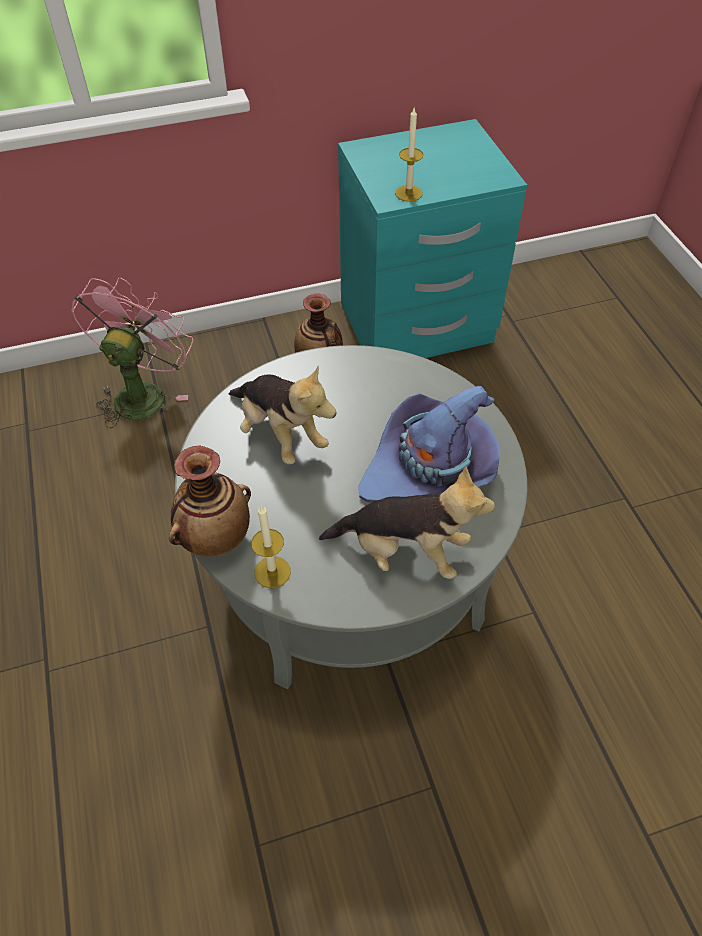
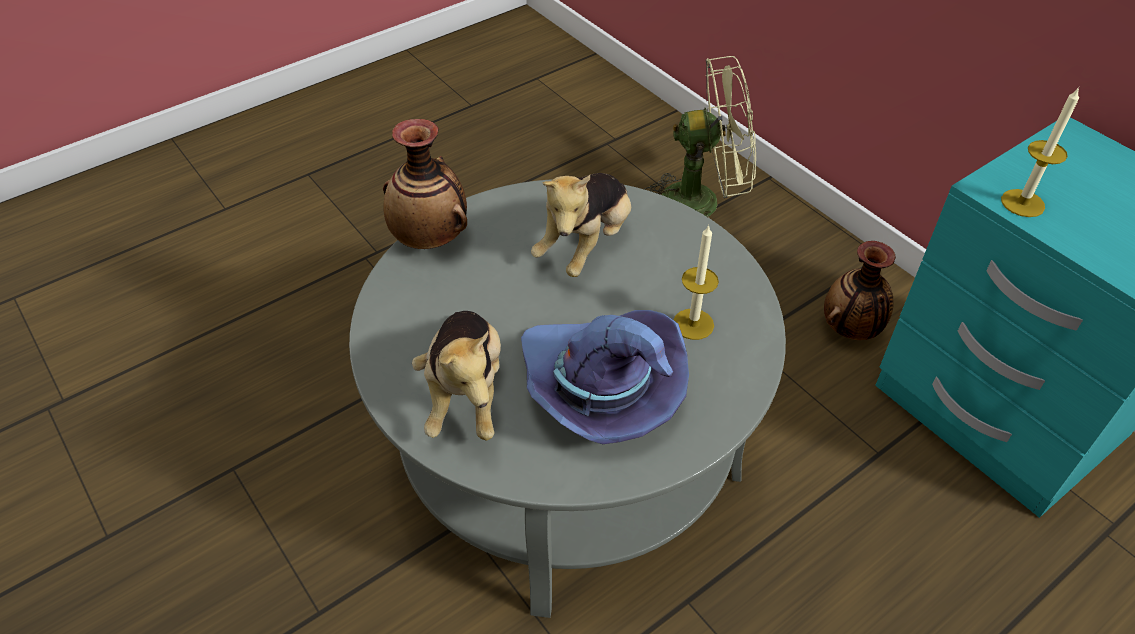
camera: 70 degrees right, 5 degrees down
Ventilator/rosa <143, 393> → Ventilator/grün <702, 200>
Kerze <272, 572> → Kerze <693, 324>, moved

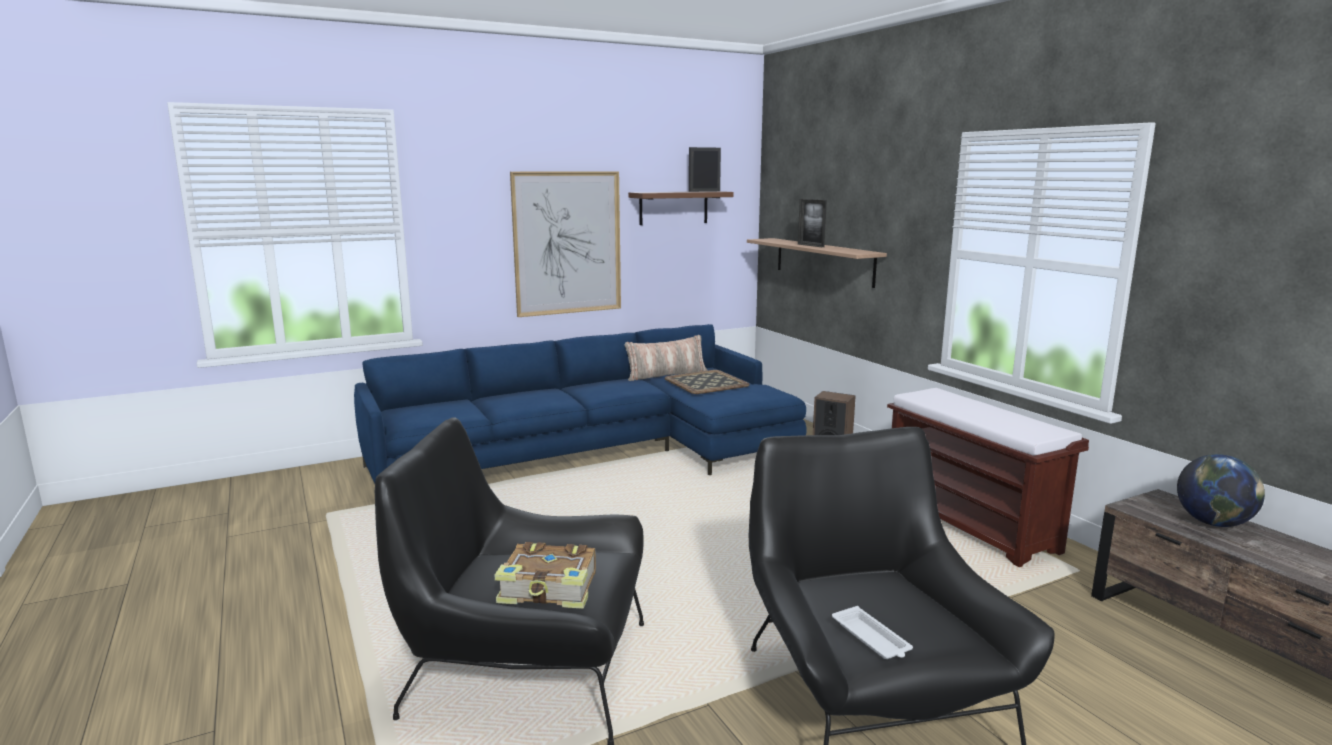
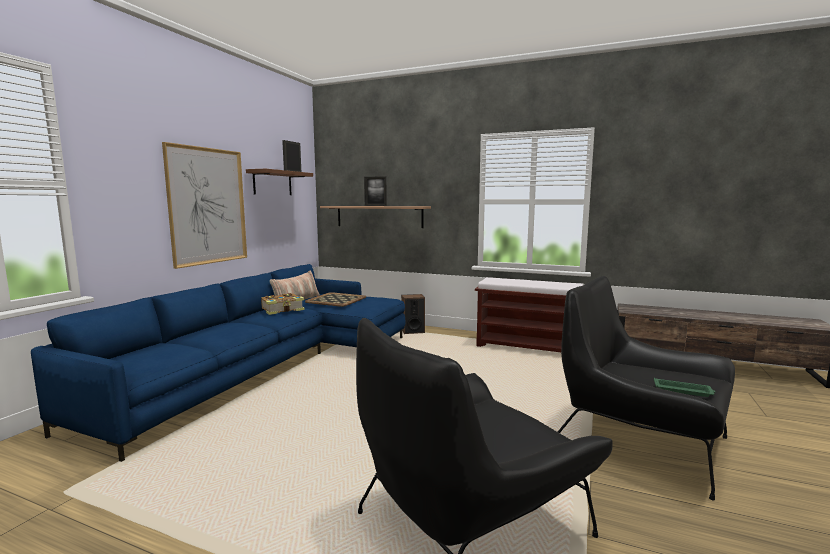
camera: 40 degrees left, 5 degrees down
Globus <1213, 523> → -
Buch <550, 589> → Buch <283, 310>, moved
Tablett/weiß <871, 638> → Tablett/grün <683, 391>

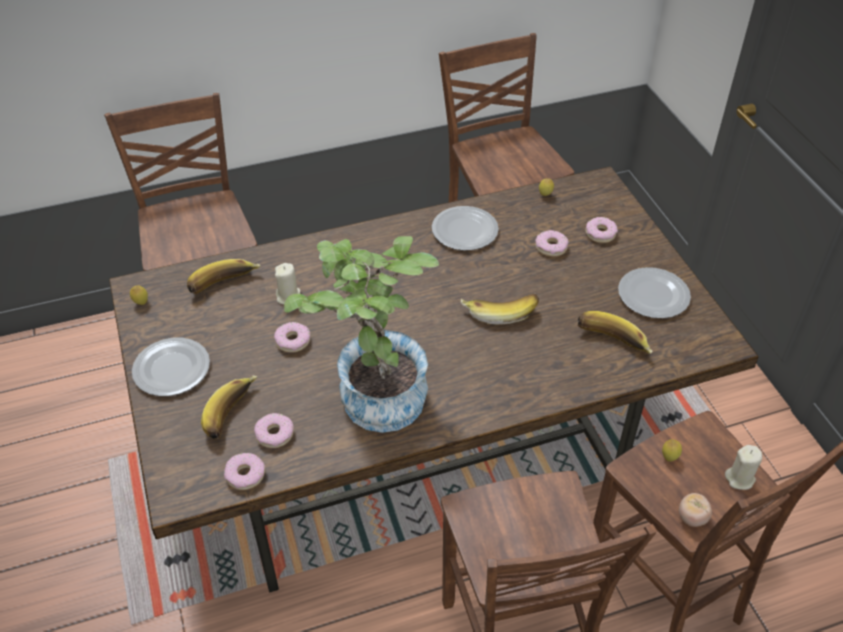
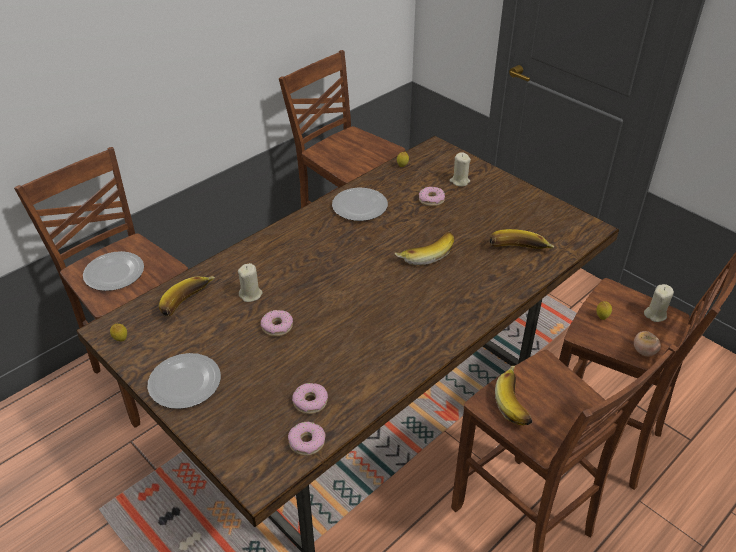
camera: 25 degrees left, 5 degrees down
Donut <600, 234> → Kerze/beige <459, 181>
Topfpflanze <373, 393> → -
Teller <654, 295> → Teller <115, 273>, moved
Banane <233, 415> → Banane <517, 403>, moved

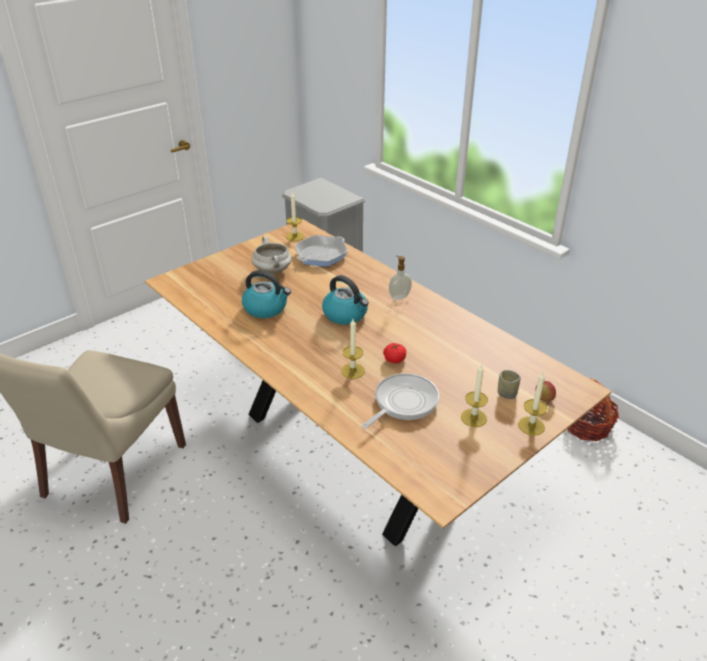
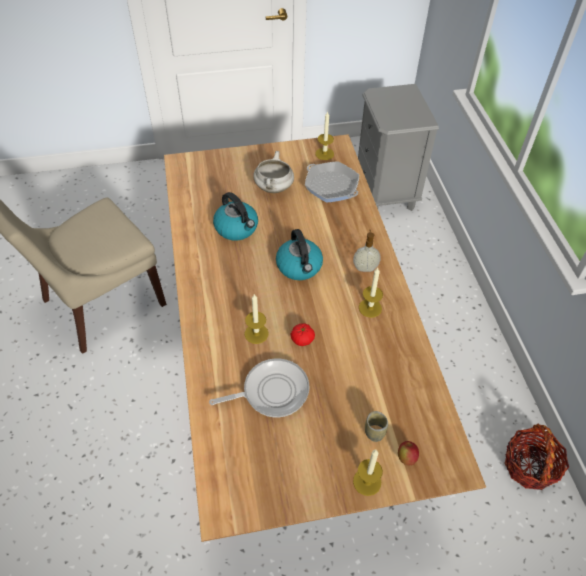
camera: 30 degrees right, 15 degrees up
Pfanne <321, 255> → Pfanne <331, 186>, 120 degrees counterclockwise
Kerze <473, 418> → Kerze <370, 308>, moved

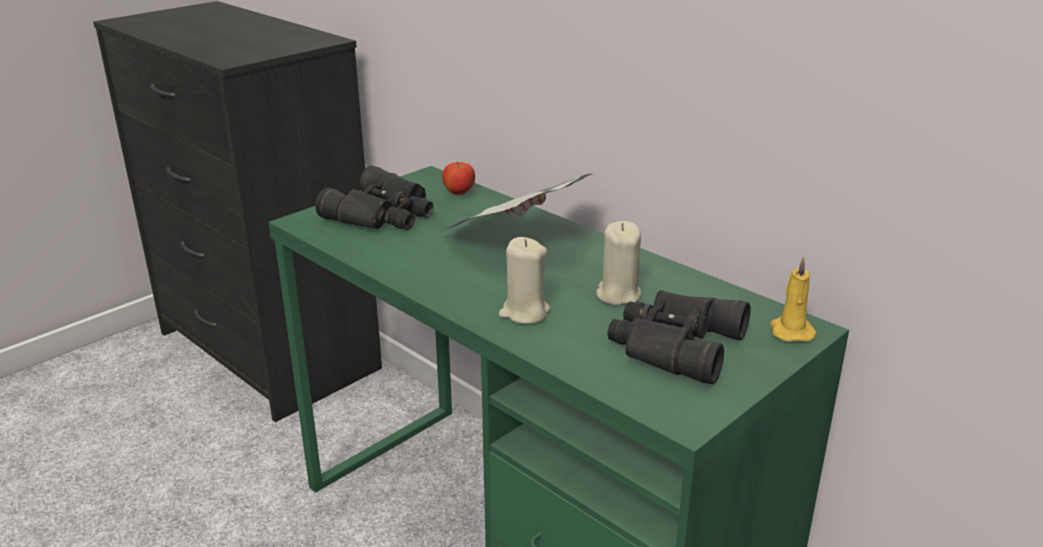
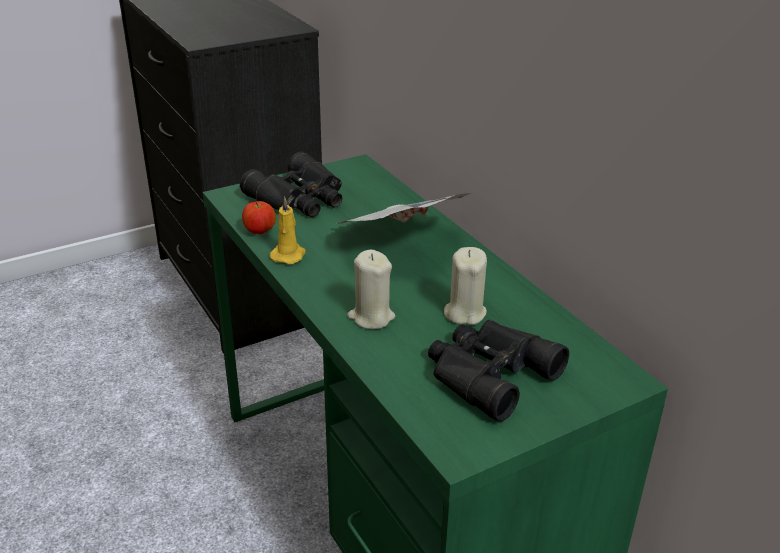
camera: 15 degrees right, 5 degrees up
Apfel <459, 193> → Apfel <260, 232>, moved
Kerze/gelb <790, 331> → Kerze/gelb <289, 255>, moved

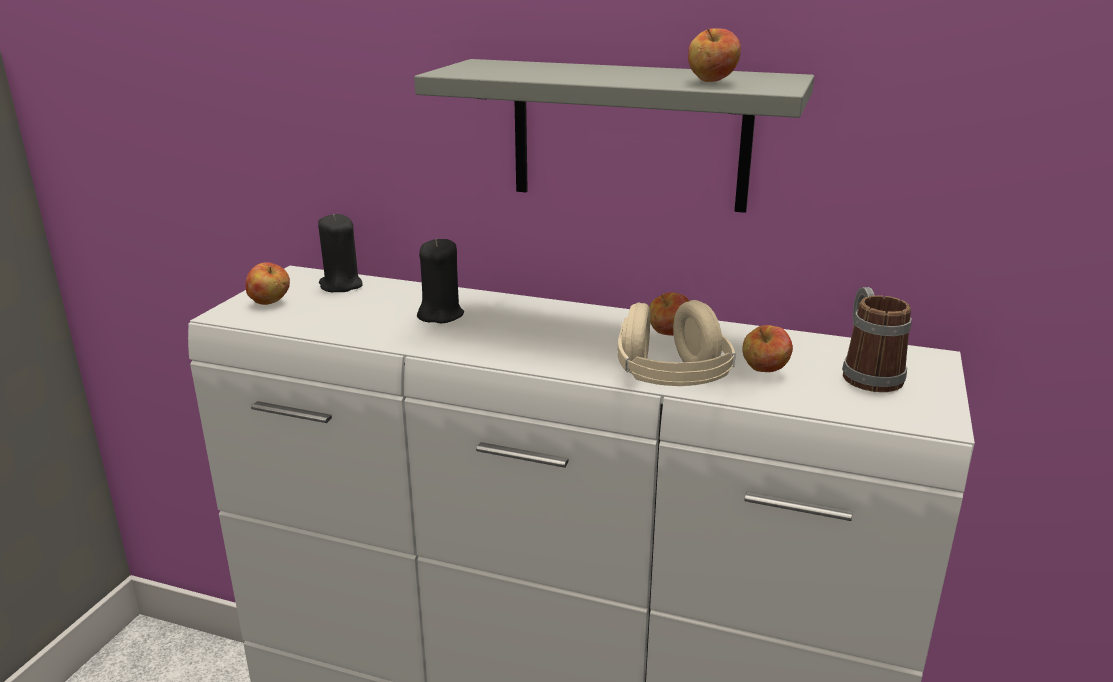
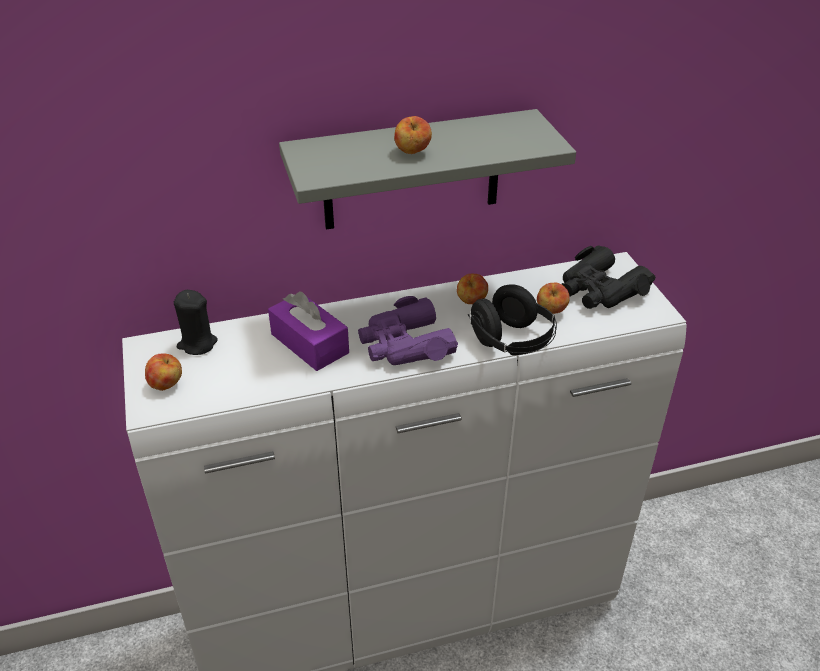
camera: 35 degrees left, 15 degrees up
Apfel <712, 82> → Apfel <412, 152>, moved
Kerze/schwarz <440, 315> → Taschentuchbox/lila <309, 343>
Henkelbecher <867, 373> → Fernglas/schwarz <600, 290>
Kopfhörer/beige <671, 381> → Kopfhörer/schwarz <512, 342>
- → Fernglas/lila <405, 345>

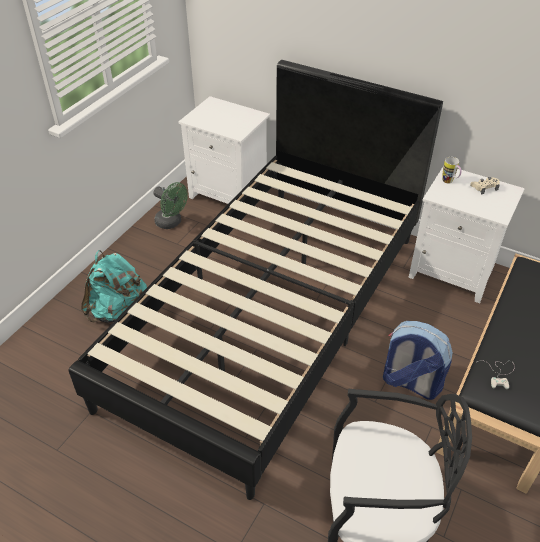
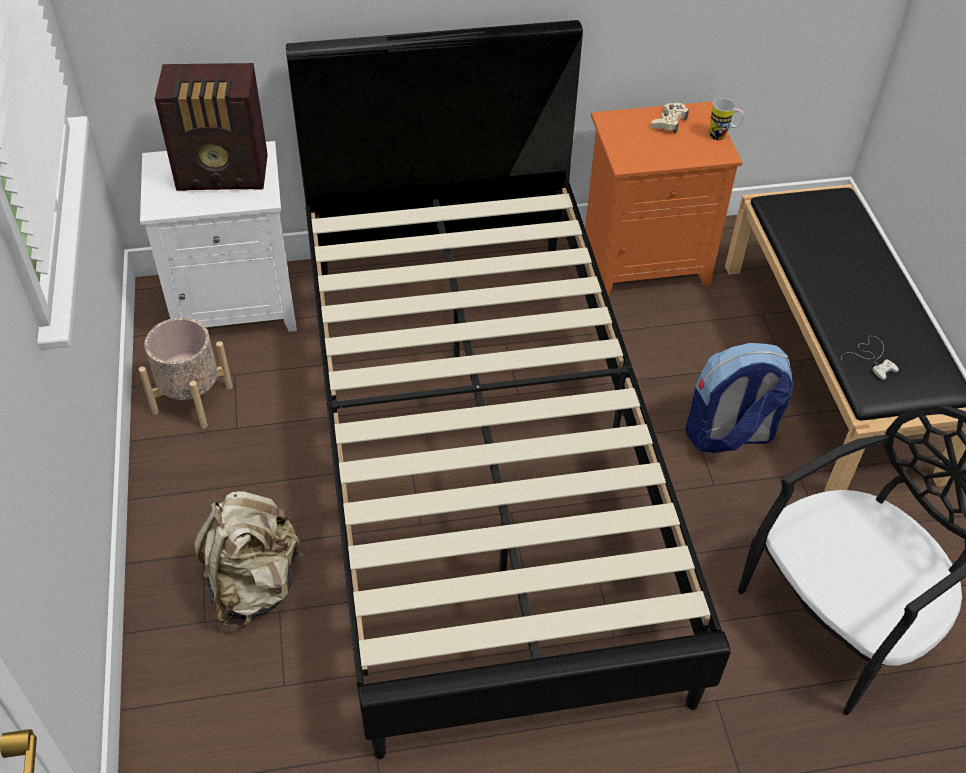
camera: 40 degrees left, 5 degrees up
Henkelbecher <449, 182> → Henkelbecher <723, 137>, moved
Nachttisch/weiß <454, 272> → Nachttisch/orange <646, 259>
Ventilator/grün <172, 223> → Pflanzkübel/beige <192, 399>
Rucksack/türkis <118, 310> → Rucksack/beige <254, 584>
- → Radio <224, 174>

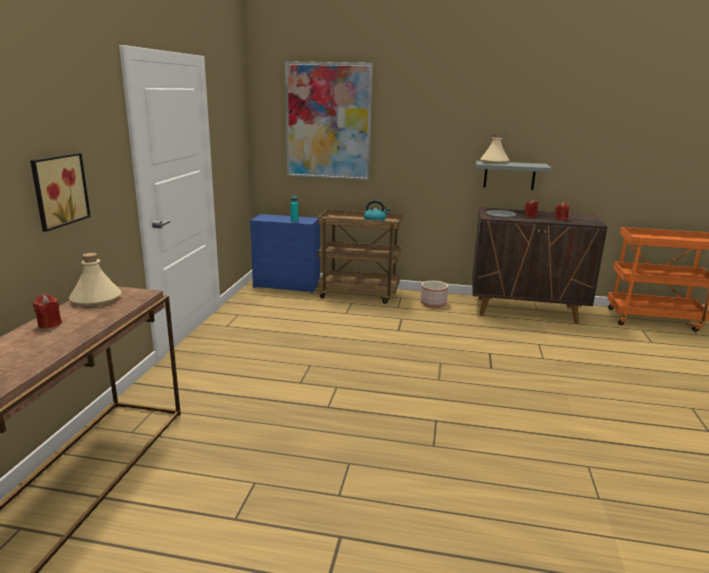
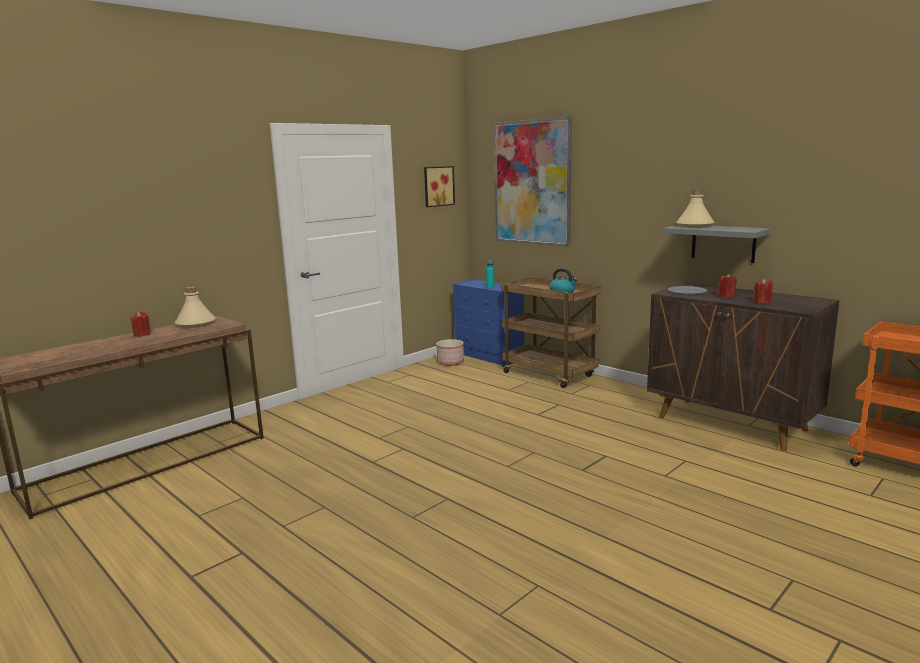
camera: 35 degrees right, 5 degrees down
Bild <58, 190> → Bild <438, 186>, moved
Pflanzkübel <433, 304> → Pflanzkübel <450, 363>, moved

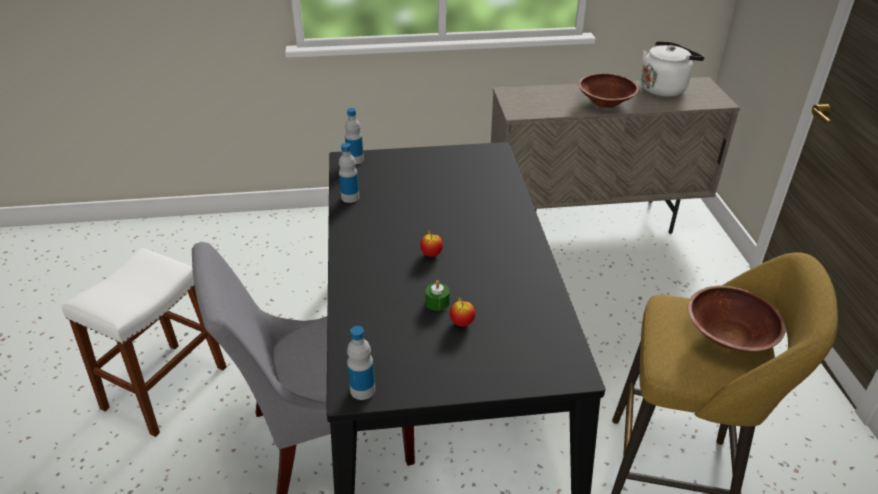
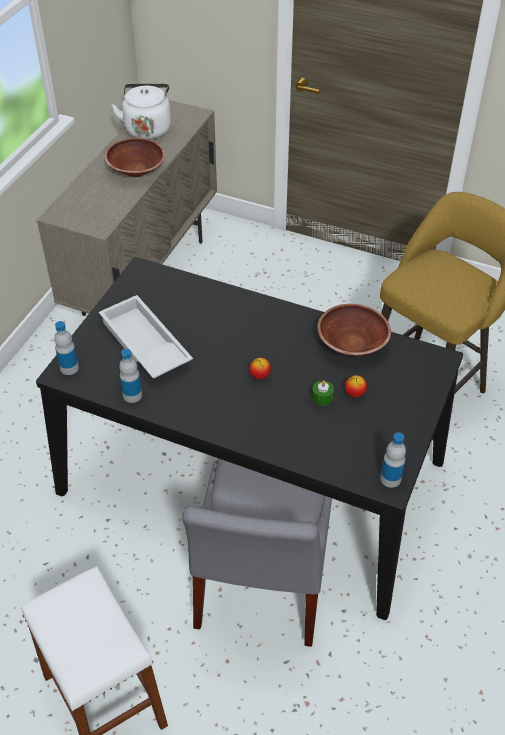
camera: 60 degrees left, 10 degrees up
Schüssel/braun <728, 336> → Schüssel/braun <351, 344>, moved
- → Tablett/weiß <143, 344>

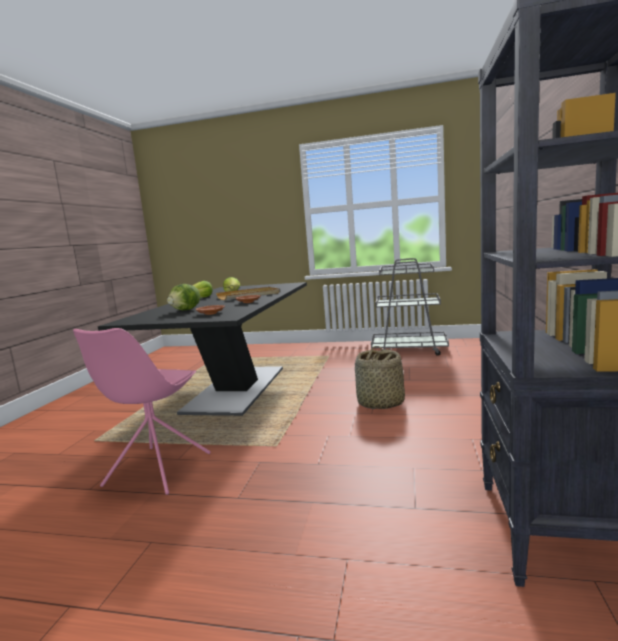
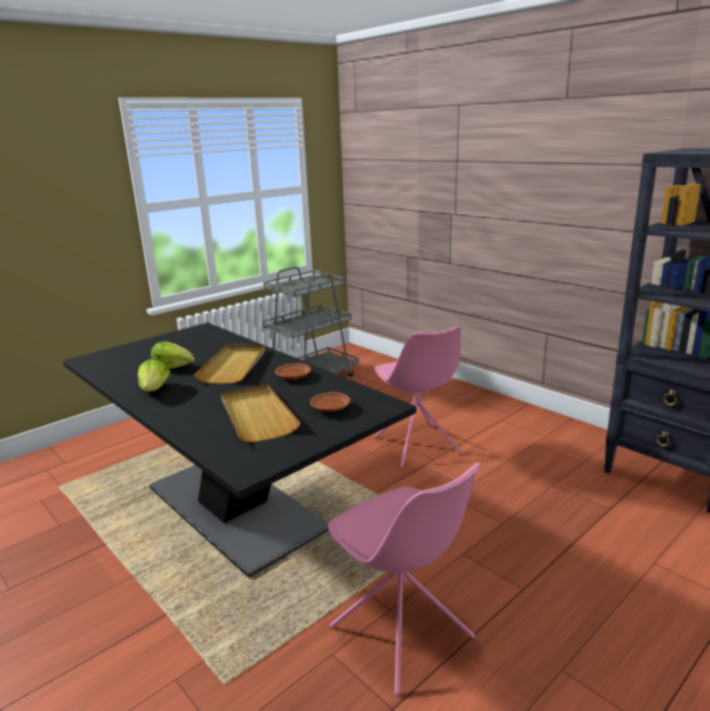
camera: 55 degrees left, 10 degrees up
Salatkopf <186, 310> → Tablett/beige <257, 416>
Korb <380, 403> → Stuhl/rosa <417, 446>

